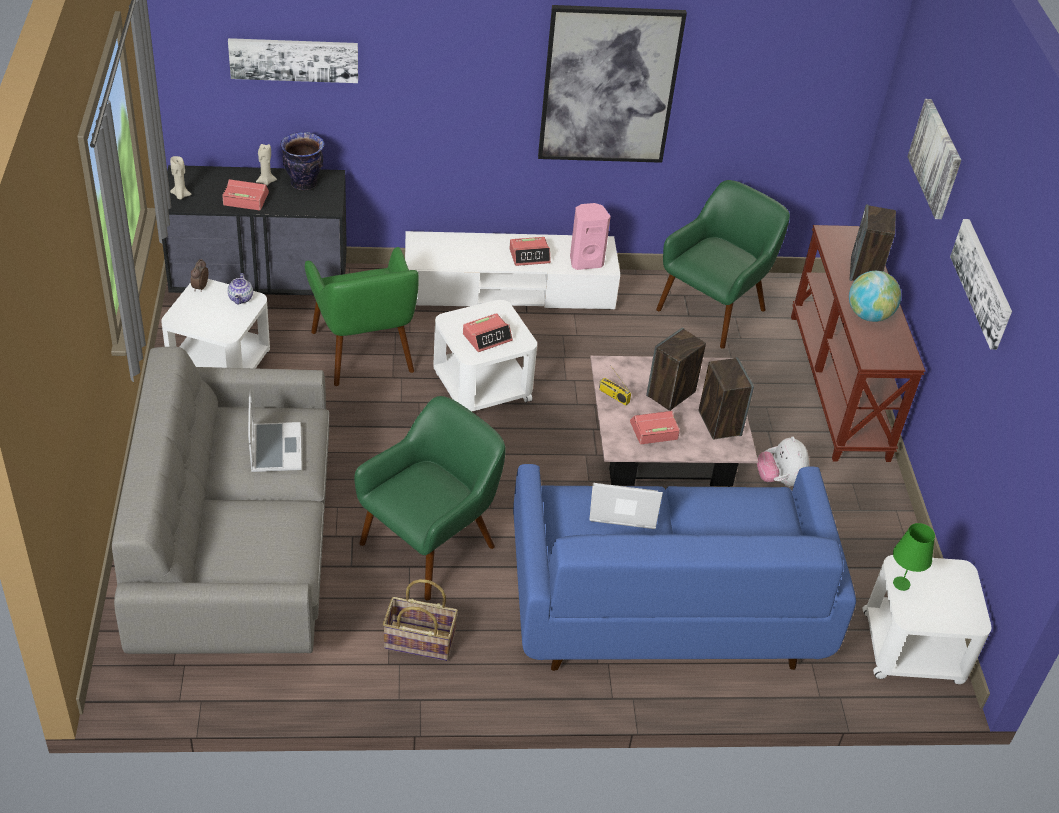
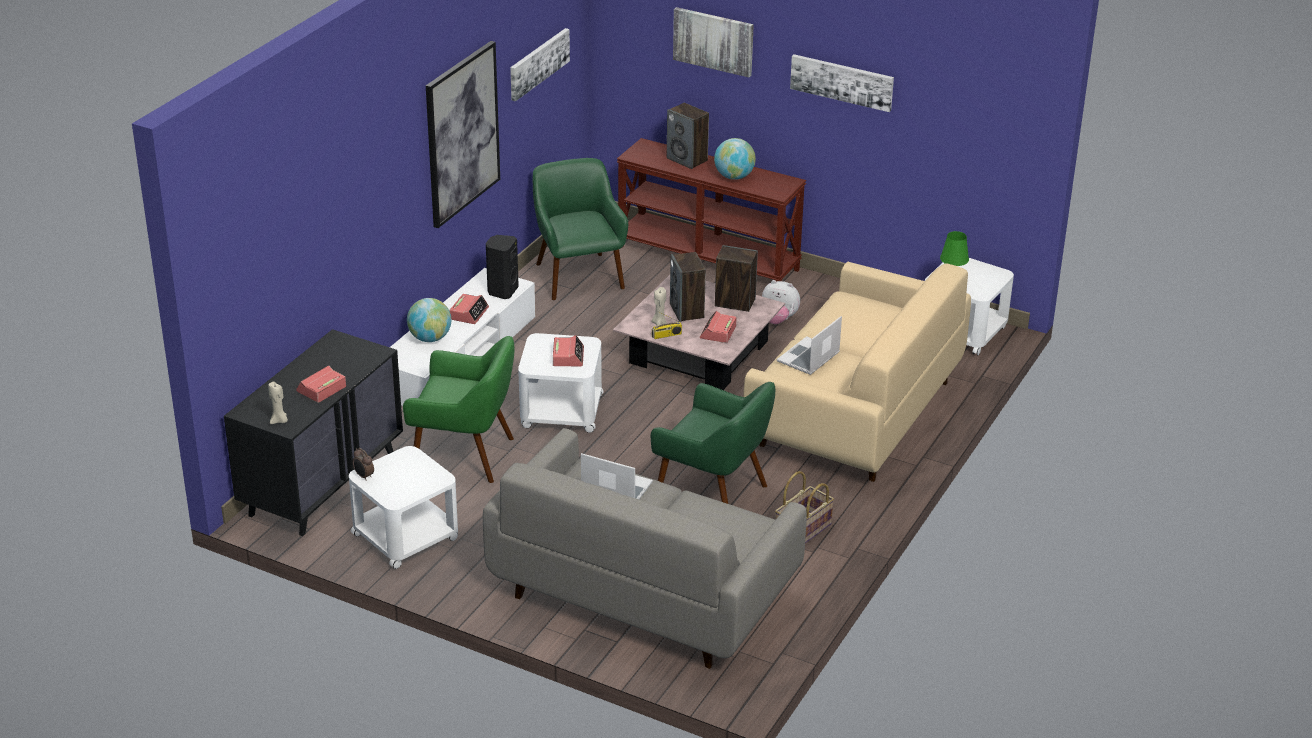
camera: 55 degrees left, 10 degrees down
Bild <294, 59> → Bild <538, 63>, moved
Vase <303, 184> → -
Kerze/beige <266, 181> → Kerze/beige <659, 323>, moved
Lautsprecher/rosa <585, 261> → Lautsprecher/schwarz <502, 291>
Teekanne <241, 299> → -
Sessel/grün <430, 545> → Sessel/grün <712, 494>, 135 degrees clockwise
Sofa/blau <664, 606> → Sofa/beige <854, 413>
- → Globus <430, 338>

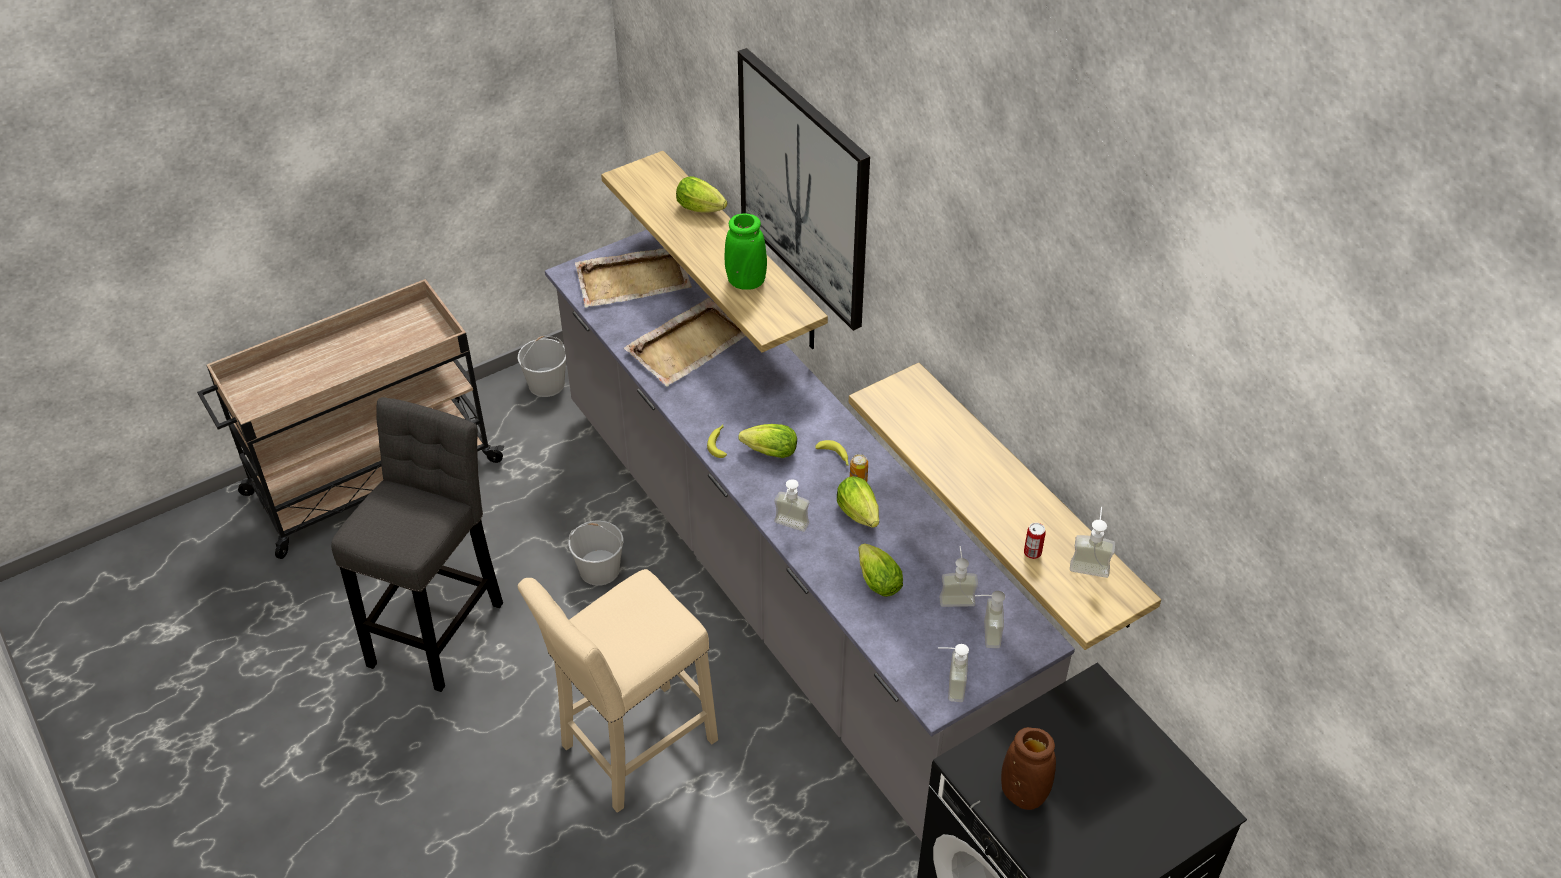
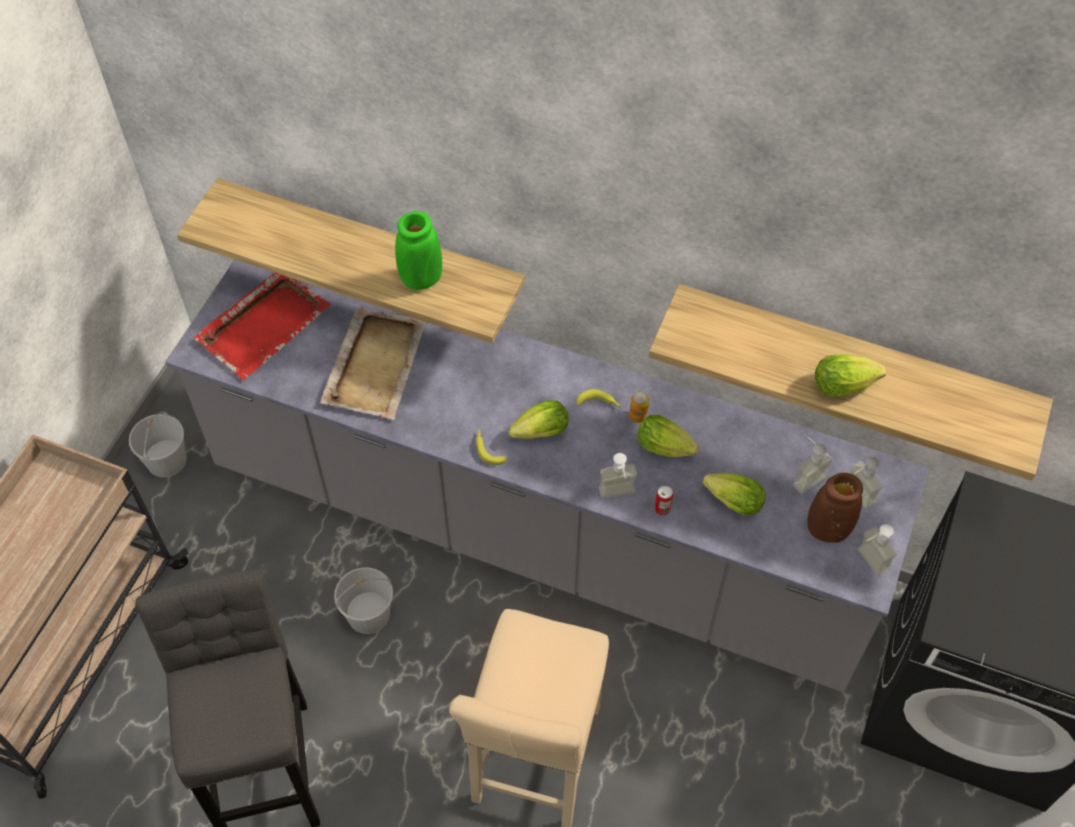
camera: 35 degrees left, 10 degrees up
Bild <804, 188> → -
Salatkopf <703, 209> → Salatkopf <846, 385>, moved
Tablett/beige <634, 280> → Tablett/rot <265, 325>
Seifenspender <1090, 563> → -
Dose <1032, 553> → Dose <662, 509>, moved
Vase/braun <1023, 793> → Vase/braun <827, 529>, moved

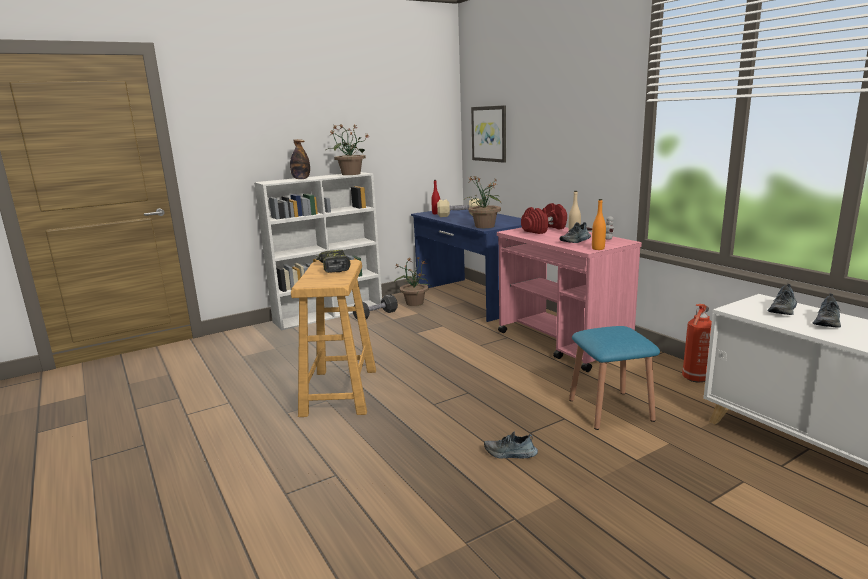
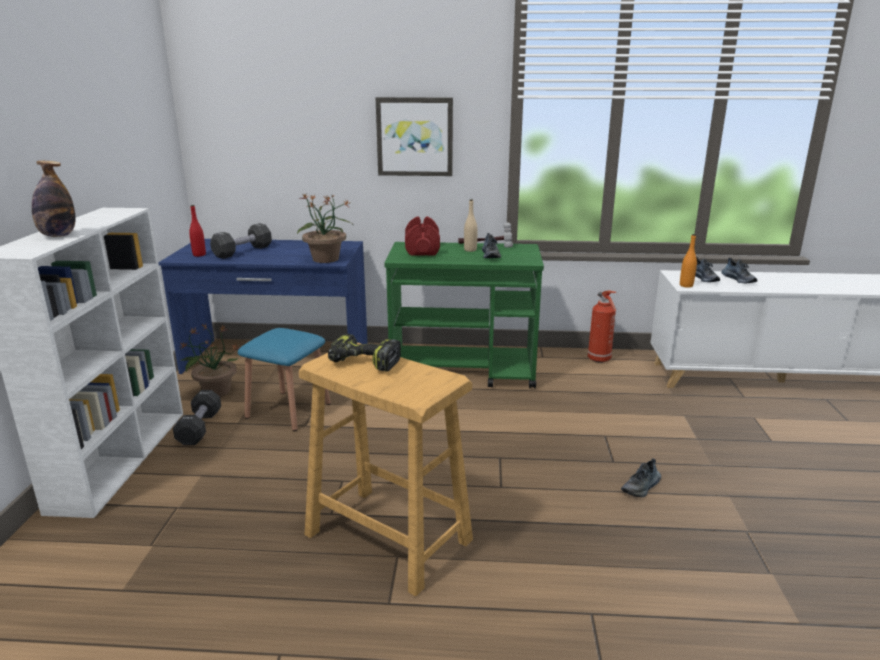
camera: 55 degrees left, 5 degrees up
Bild <489, 134> → Bild <414, 137>, moved
Topfpflanze <350, 174> → -
Hantel/beige <459, 215> → Hantel/schwarz <243, 251>
Flasche/orange <598, 248> → Flasche/orange <686, 285>, moved
Rollwagen/rosa <563, 343> → Rollwagen/grün <464, 371>
Hocker/blau <610, 410> → Hocker/blau <288, 410>, moved

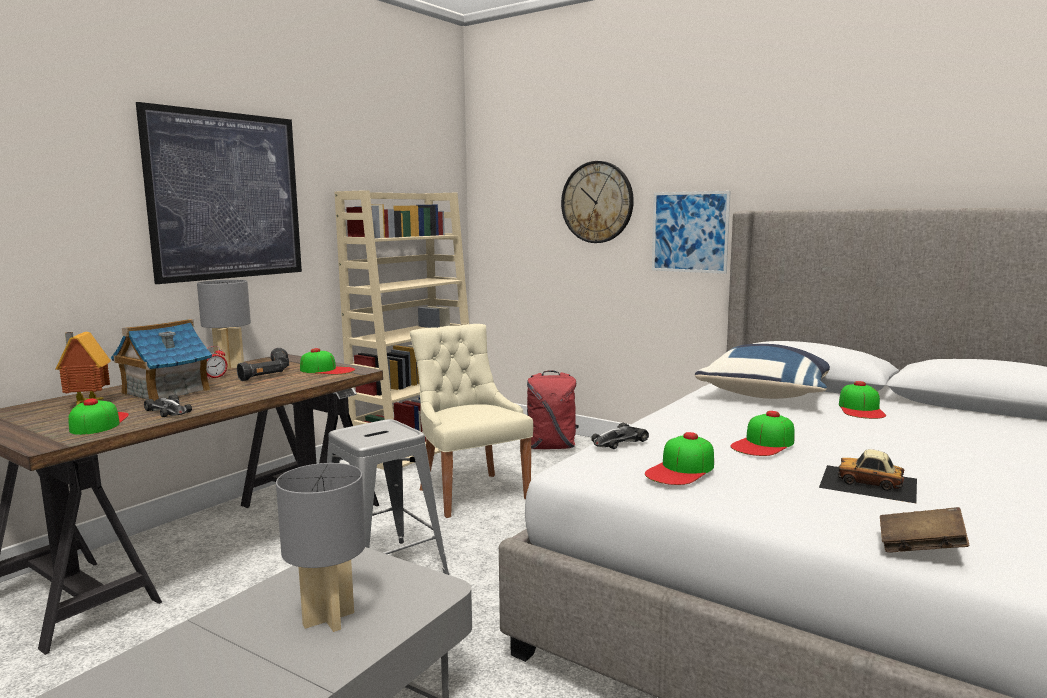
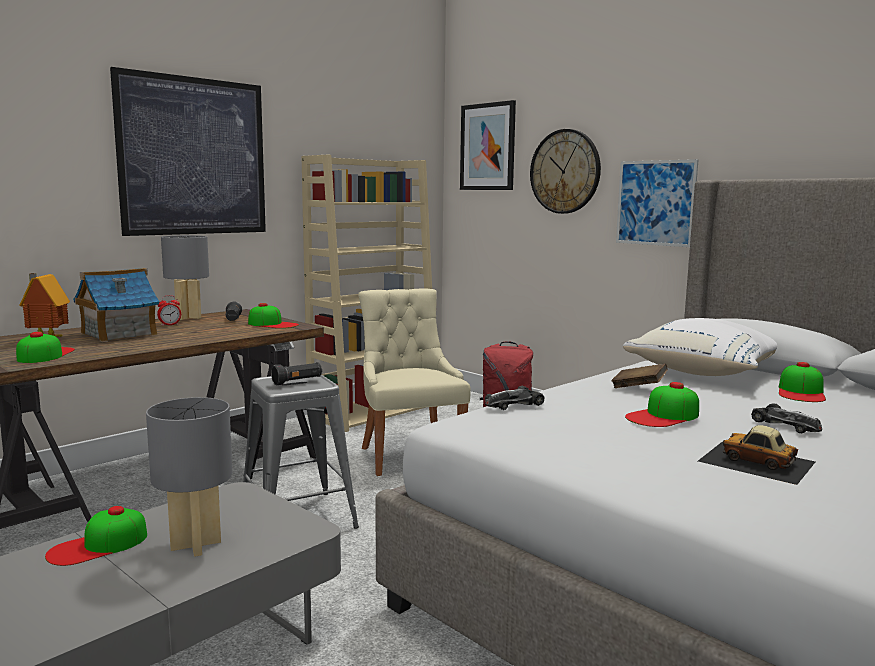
camera: 10 degrees right, 0 degrees up
Kissen/blau <768, 394> → Kissen/weiß <706, 372>
Taschenlampe/schwarz <262, 377> → Taschenlampe/schwarz <297, 382>, moved
Spielzeugauto <168, 411> → Spielzeugauto <785, 424>, moved
Kappe <681, 469> → Kappe <98, 545>, moved
Buch/braun <920, 548> → Buch/braun <638, 388>, moved
- → Bild <488, 147>

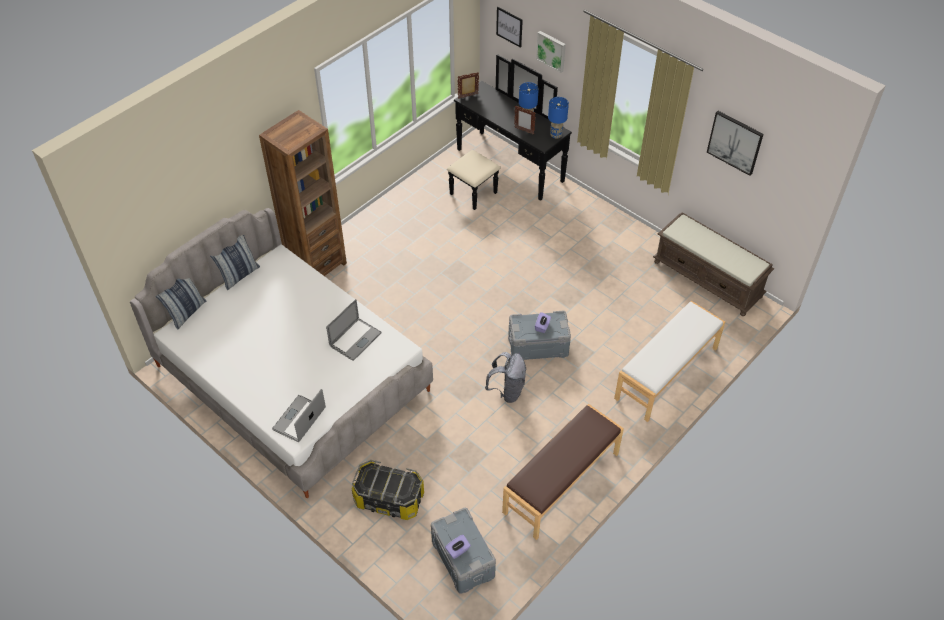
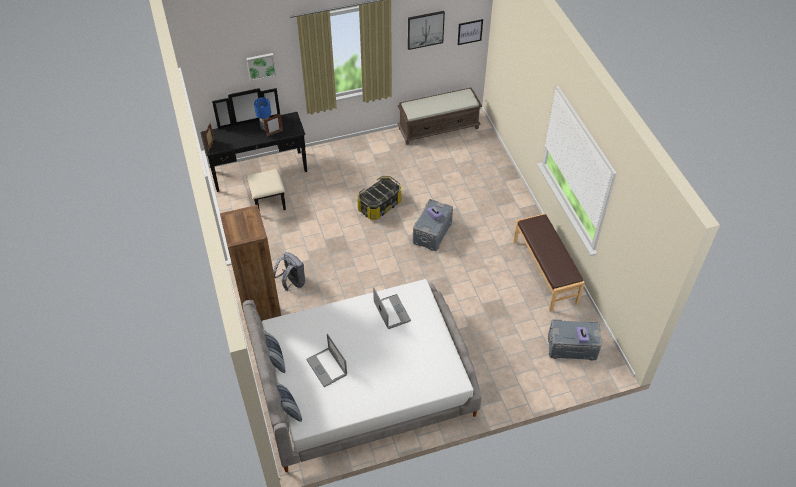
camera: 60 degrees left, 0 degrees up
Bild <509, 27> → Bild <470, 32>, moved
Tischlampe/blau <556, 135> → -
Bank/weiß <667, 373> → -
Rucksack/grau <507, 391> → Rucksack/grau <292, 283>, moved
Laptop <299, 419> → Laptop <326, 367>, moved
Aufbewahrungsbox <389, 498> → Aufbewahrungsbox <379, 205>, moved

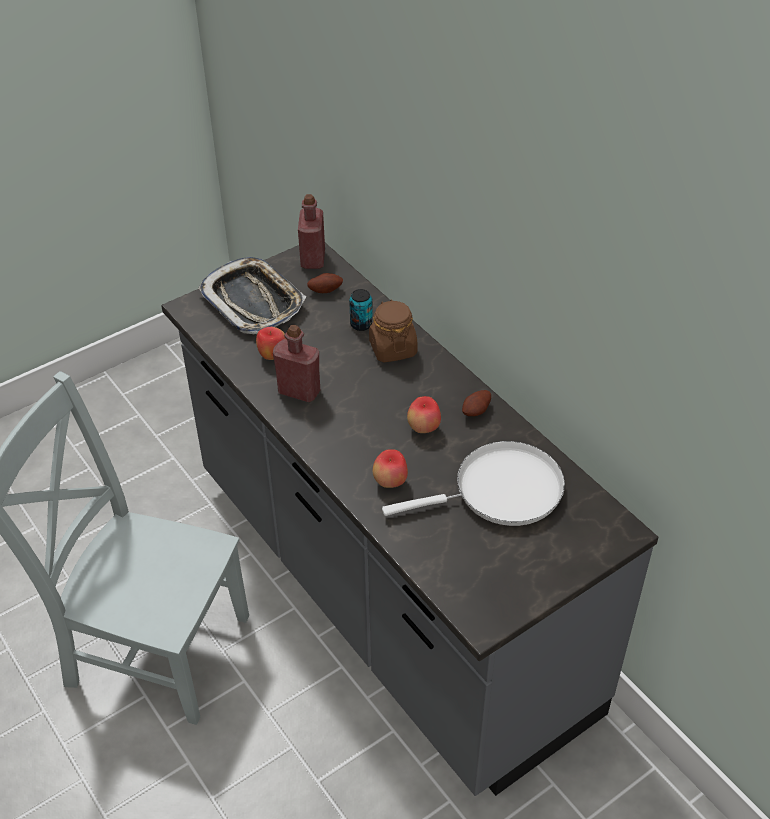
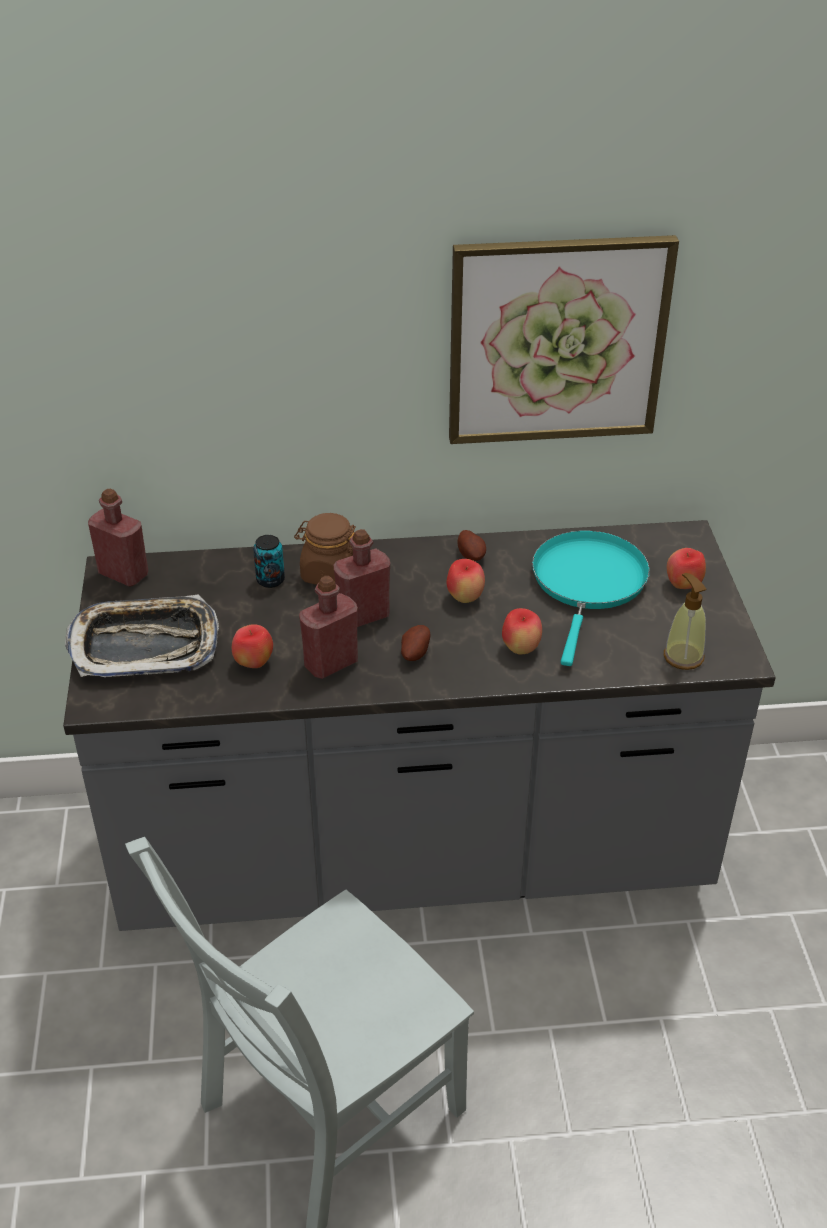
camera: 60 degrees left, 5 degrees down
Kartoffel <325, 290> → Kartoffel <414, 652>, moved
Pfanne/weiß <500, 491> → Pfanne/türkis <588, 583>
- → Bild <557, 340>
- → Flasche/rot <363, 616>
- → Apfel <683, 585>
- → Seifenspender <683, 656>

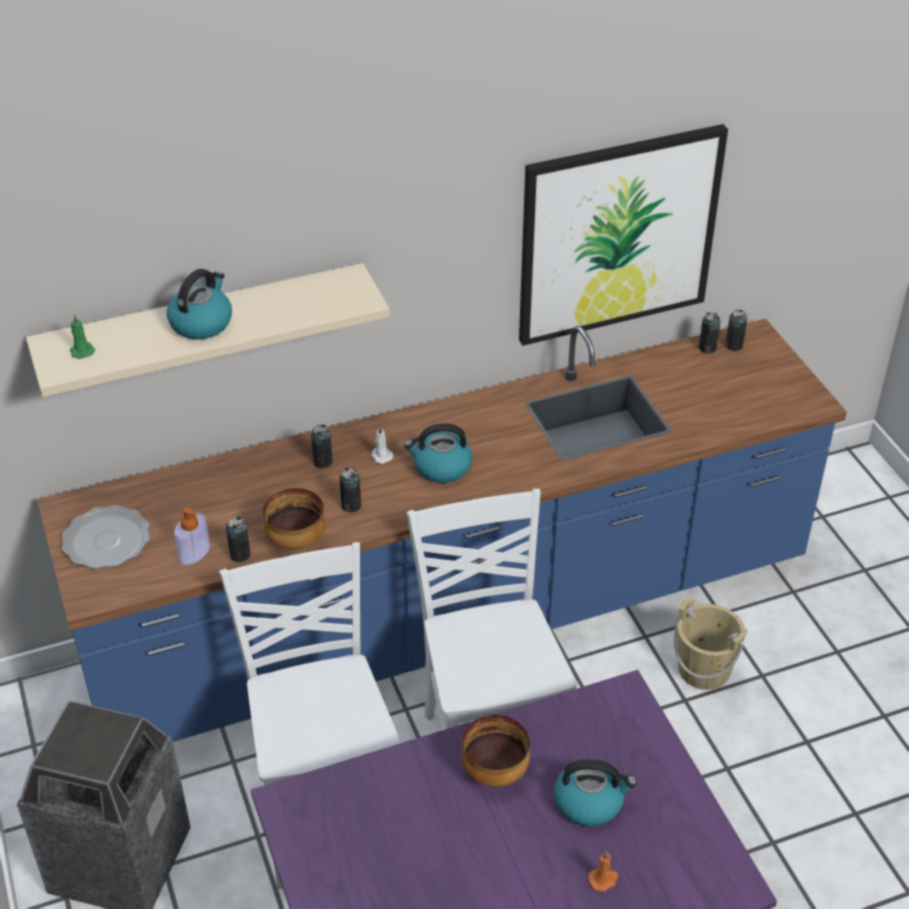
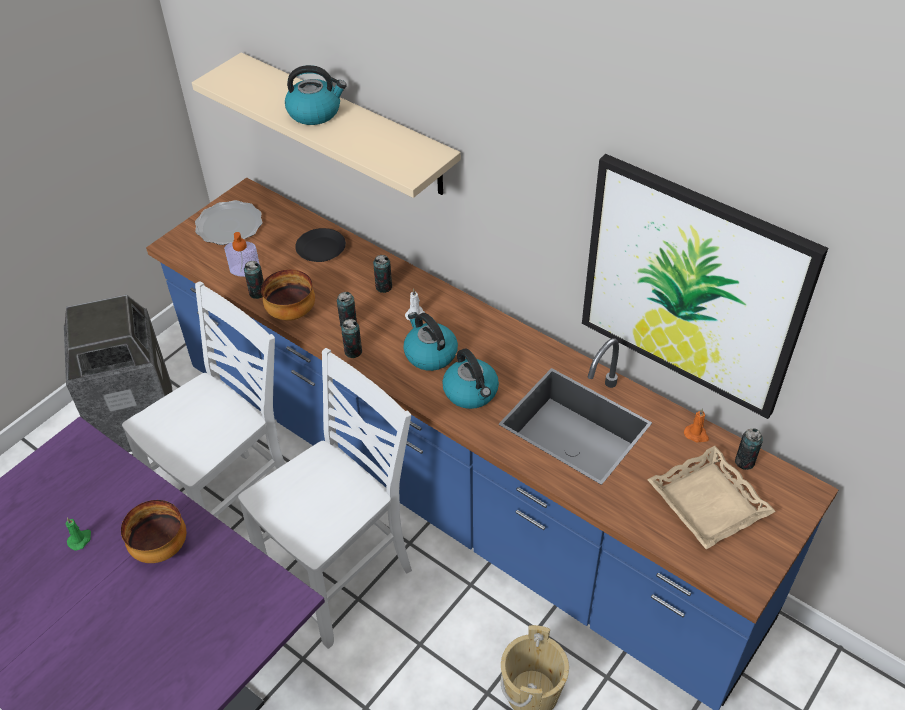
camera: 60 degrees right, 5 degrees up
Dose <734, 346> → Dose <353, 351>, moved
Kerze/grün <82, 350> → Kerze/grün <80, 539>, moved
Wasserkessel <590, 802> → Wasserkessel <471, 392>, moved
Kerze/orange <603, 879> → Kerze/orange <696, 435>, moved
- → Teller/schwarz <321, 249>
- → Tablett/beige <709, 502>

